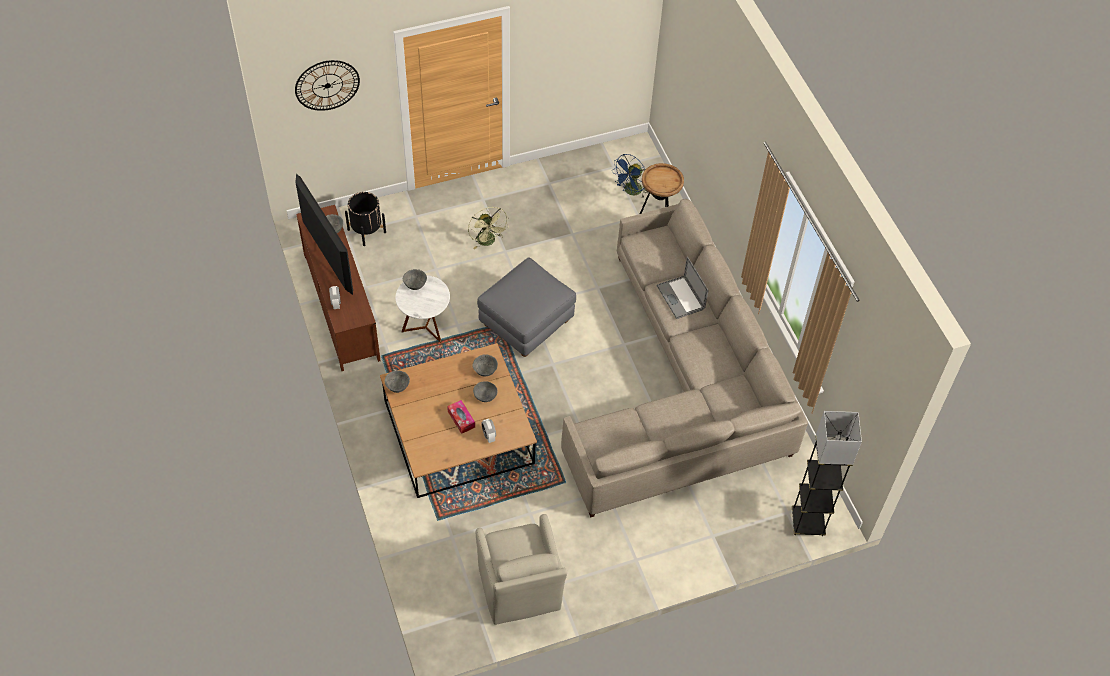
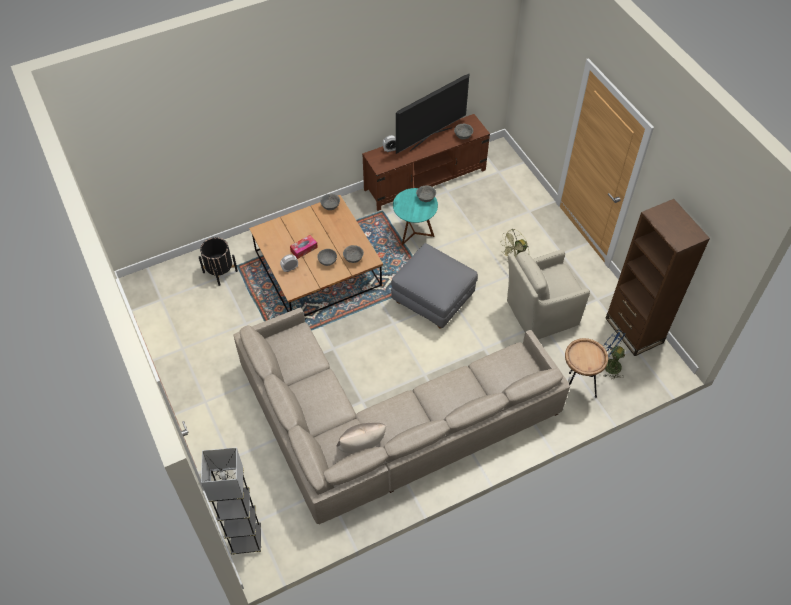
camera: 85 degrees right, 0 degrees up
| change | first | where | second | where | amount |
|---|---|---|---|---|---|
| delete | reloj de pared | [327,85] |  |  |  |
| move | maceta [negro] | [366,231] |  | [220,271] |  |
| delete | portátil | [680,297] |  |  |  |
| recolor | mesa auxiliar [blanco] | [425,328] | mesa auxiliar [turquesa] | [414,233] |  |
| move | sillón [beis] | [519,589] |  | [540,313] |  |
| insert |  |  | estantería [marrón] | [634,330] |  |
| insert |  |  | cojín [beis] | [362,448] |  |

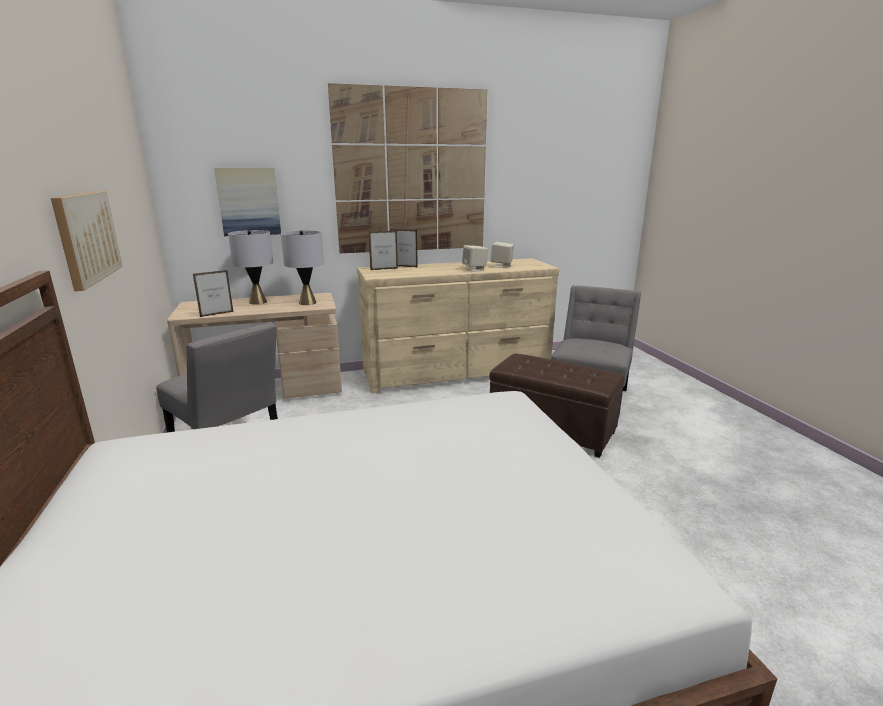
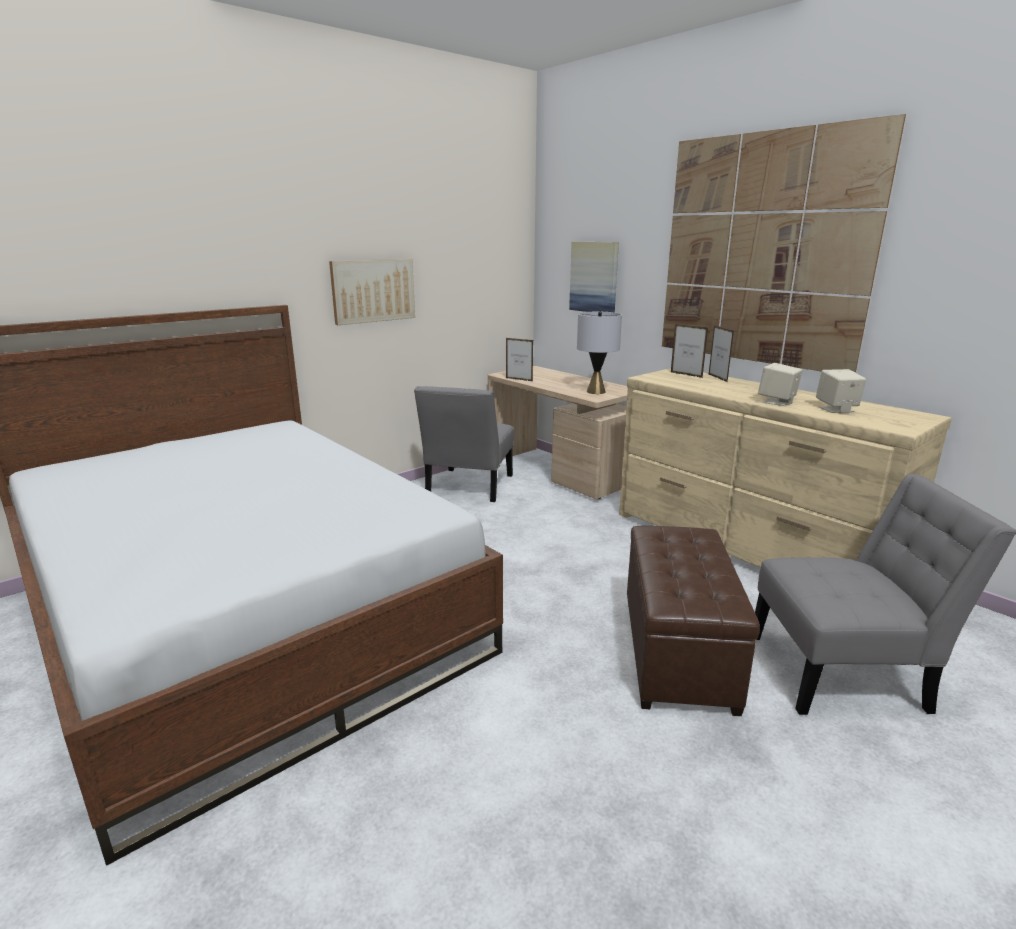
camera: 65 degrees right, 0 degrees up
| change | first | where | second | where | amount |
|---|---|---|---|---|---|
| delete | lámpara de mesa [gris] | [258,302] |  |  |  |

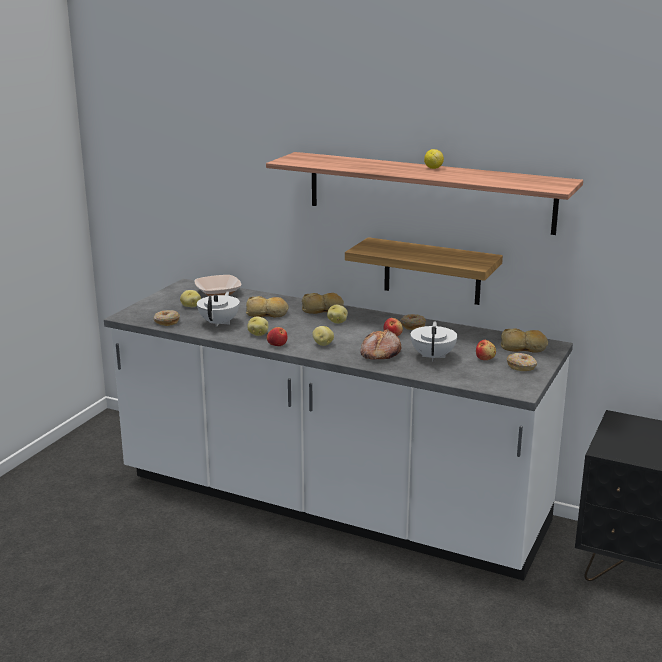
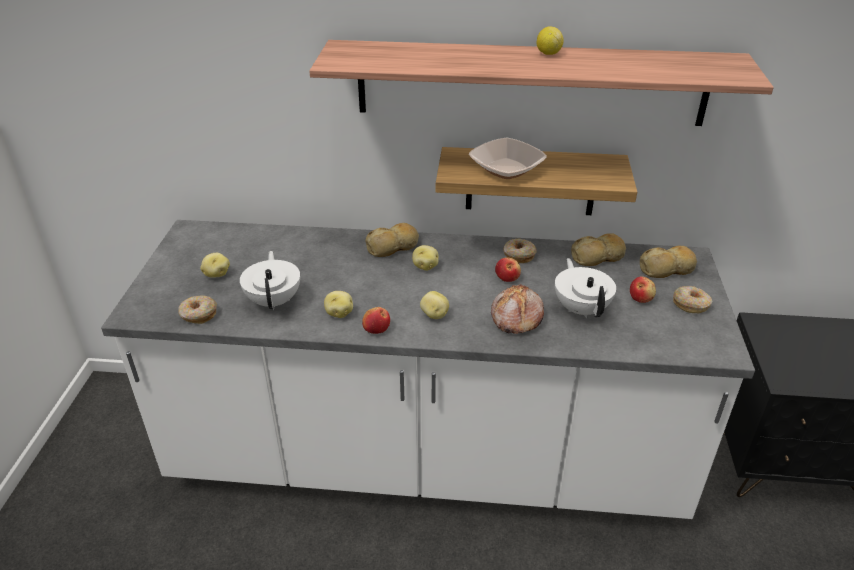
camera: 20 degrees left, 15 degrees up
| change | first | where | second | where | amount |
|---|---|---|---|---|---|
| move | cuenco | [218,292] |  | [506,169] |  |
| move | pan | [267,314] |  | [598,257] |  |

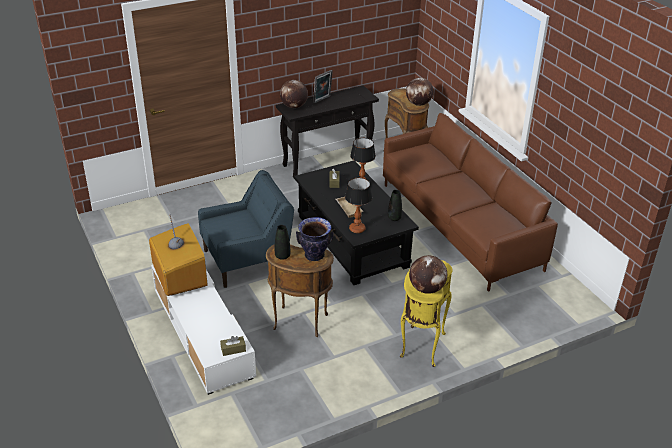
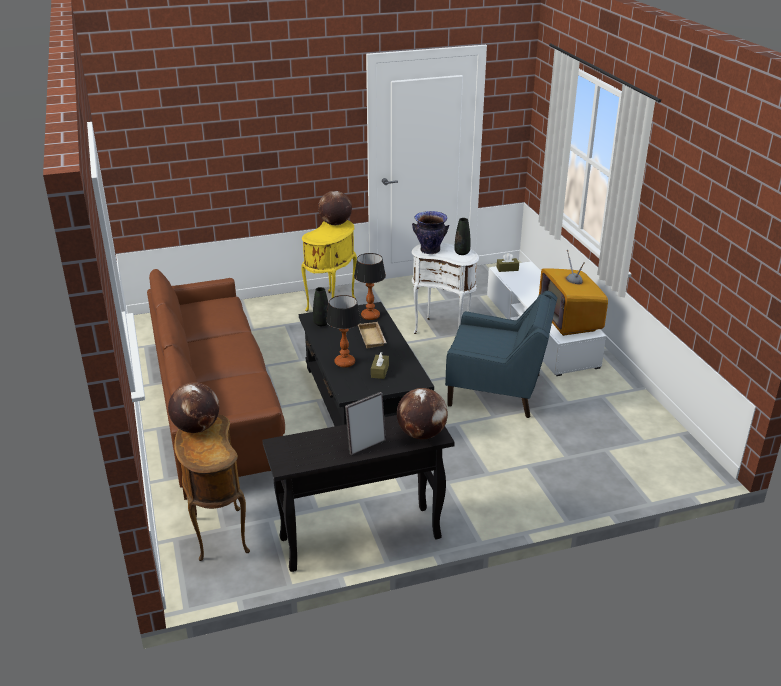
camera: 170 degrees left, 5 degrees down
| change | first | where | second | where | amount |
|---|---|---|---|---|---|
| rotate | sillón [azul] | [248,260] |  | [497,391] | 150 degrees counterclockwise |
| recolor | mesa auxiliar [marrón] | [299,323] | mesa auxiliar [blanco] | [443,329] |  |

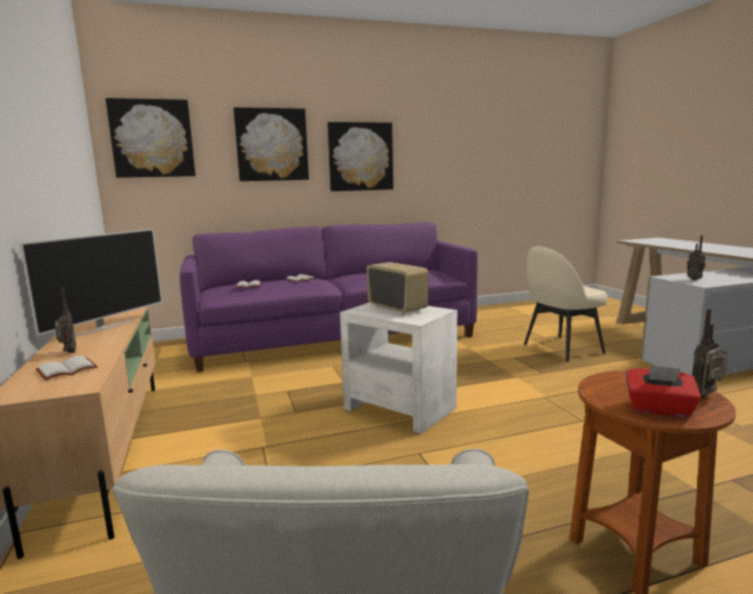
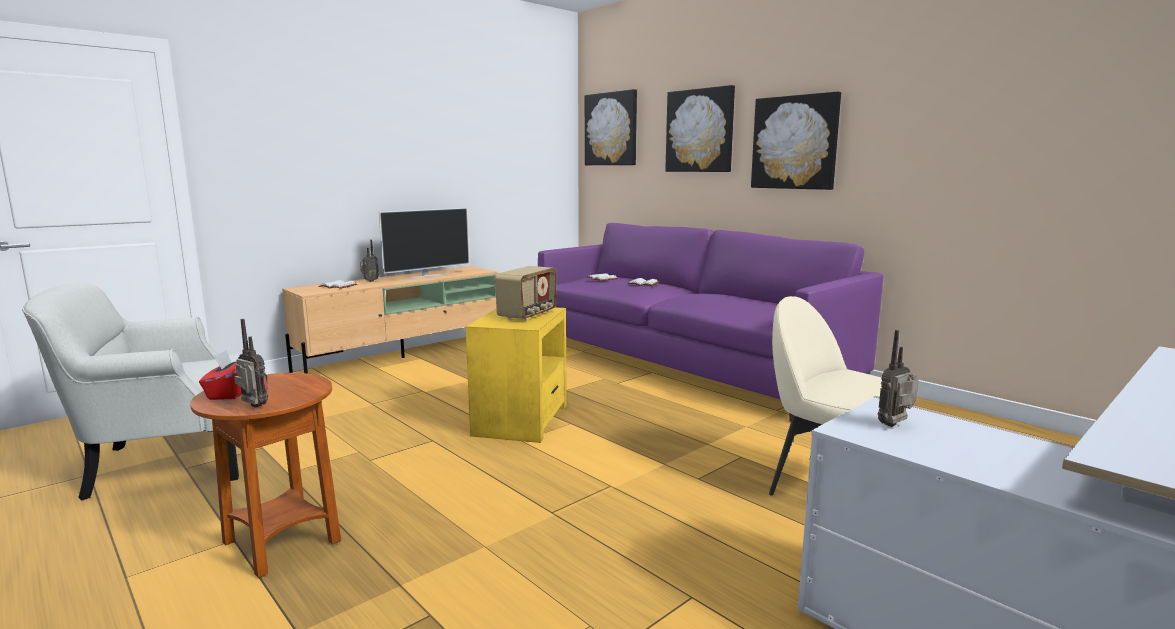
camera: 65 degrees right, 0 degrees up
| change | first | where | second | where | amount |
|---|---|---|---|---|---|
| rotate | televisor | [104,327] |  | [426,276] | 45 degrees counterclockwise |
| recolor | mesa auxiliar [blanco] | [399,408] | mesa auxiliar [amarillo] | [522,420] |  |

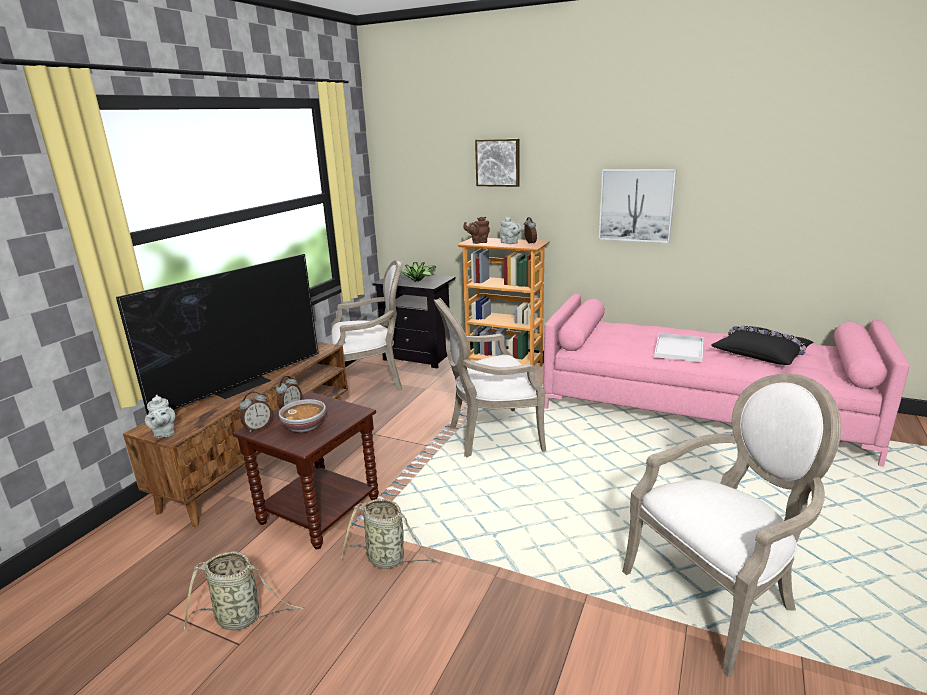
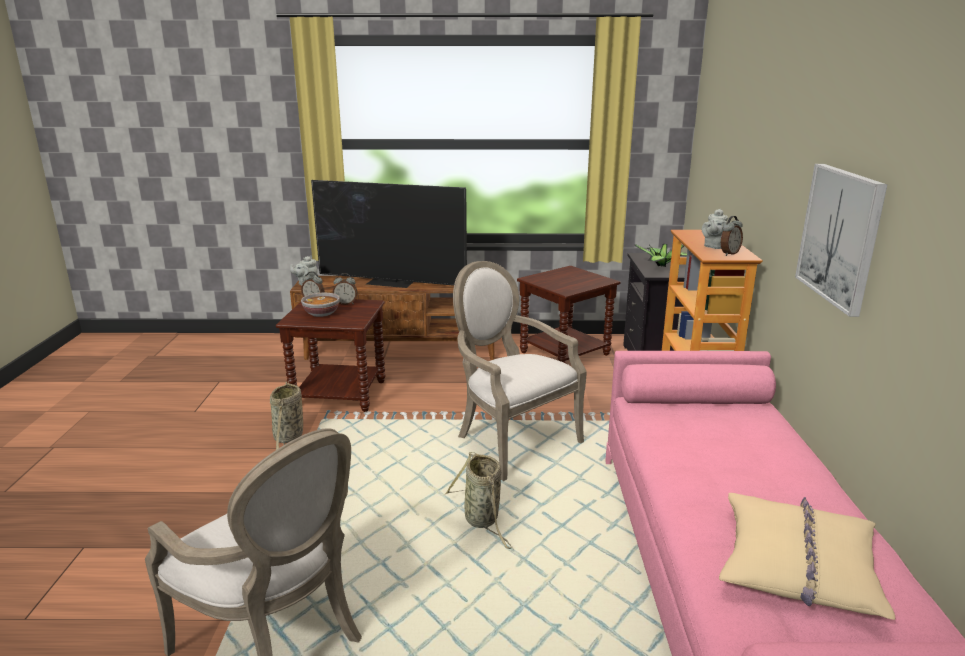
camera: 65 degrees right, 0 degrees up
| change | first | where | second | where | amount |
|---|---|---|---|---|---|
| delete | cuadro | [498,162] |  |  |  |
| delete | tetera [marrón] | [478,242] |  |  |  |
| replace | sillón | [371,383] | mesa auxiliar [marrón] | [565,354] |  |
| recolor | cojín [negro] | [762,353] | cojín [beis] | [798,566] |  |
| delete | bandeja [blanco] | [678,348] |  |  |  |
| move | cesta | [242,618] |  | [482,520] |  |

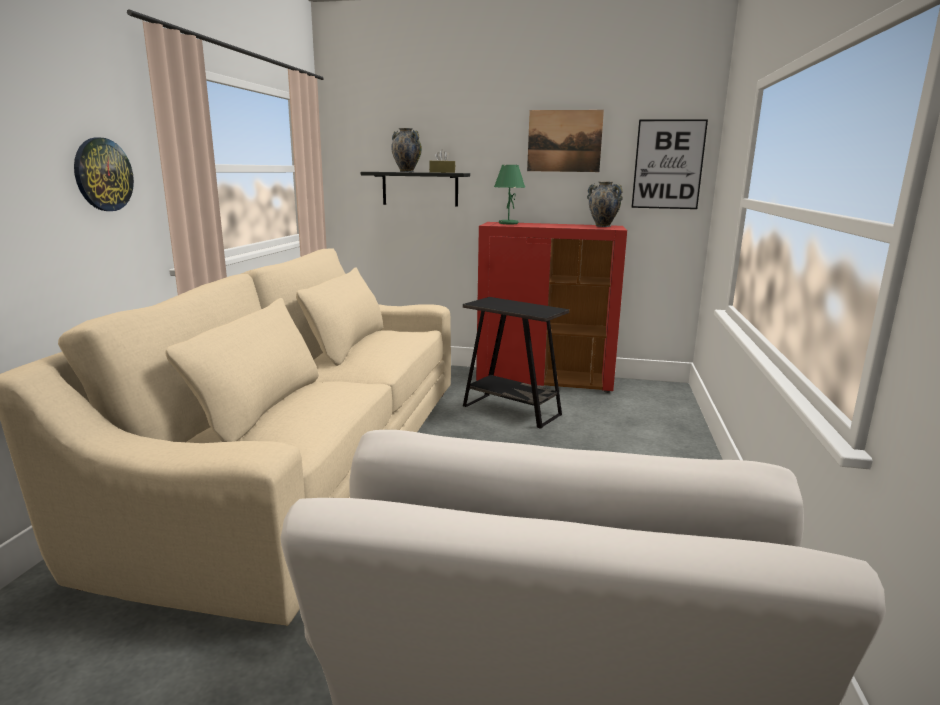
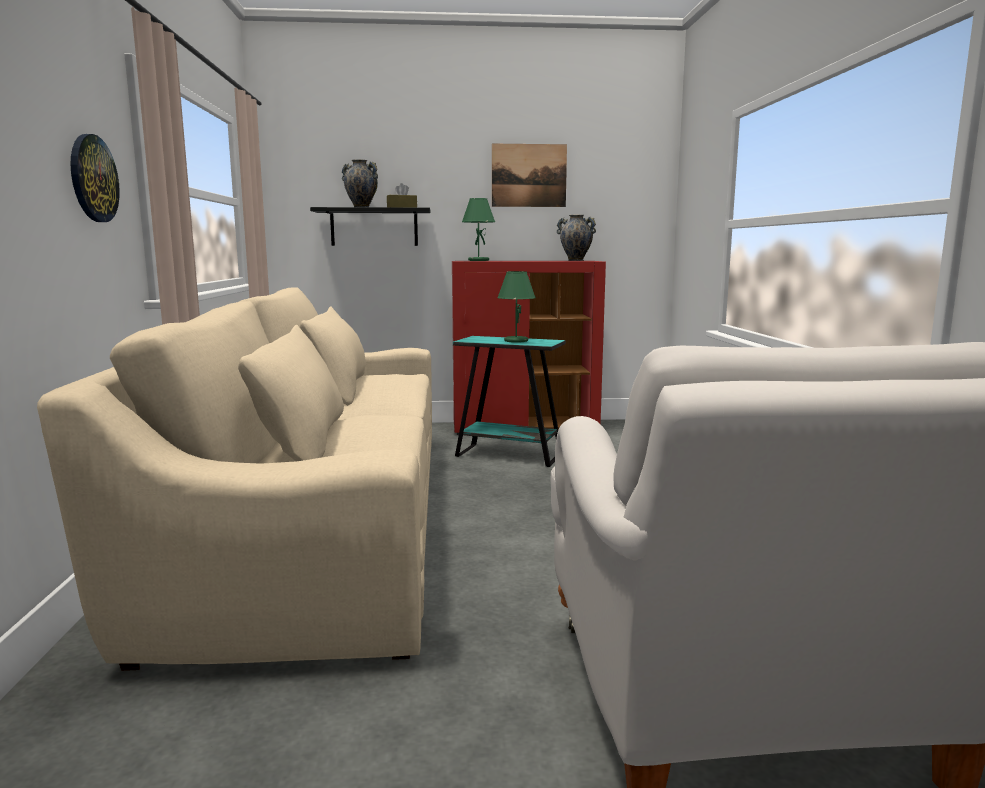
camera: 15 degrees left, 5 degrees down
| change | first | where | second | where | amount |
|---|---|---|---|---|---|
| delete | cuadro | [668,164] |  |  |  |
| recolor | mesa auxiliar [negro] | [511,410] | mesa auxiliar [turquesa] | [509,455] |  |
| insert |  |  | lámpara de mesa [verde] | [515,341] |  |

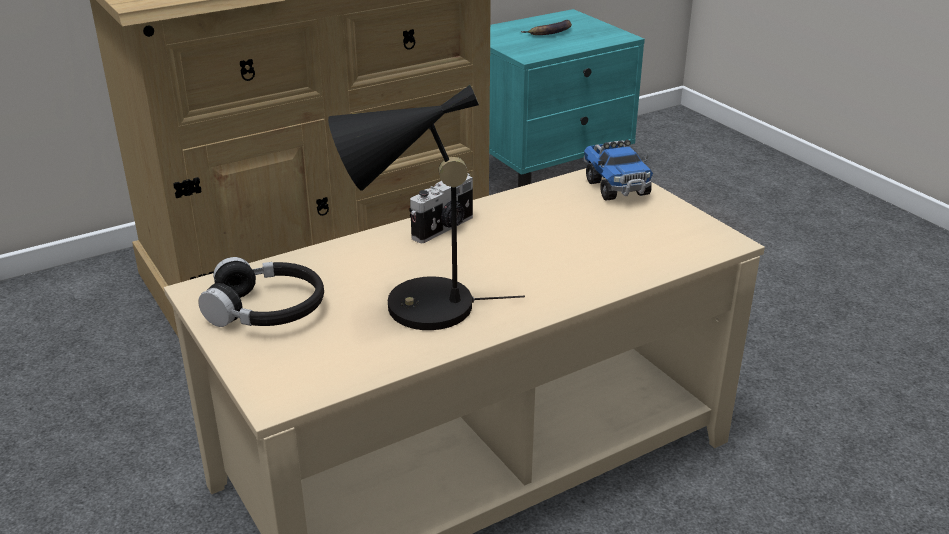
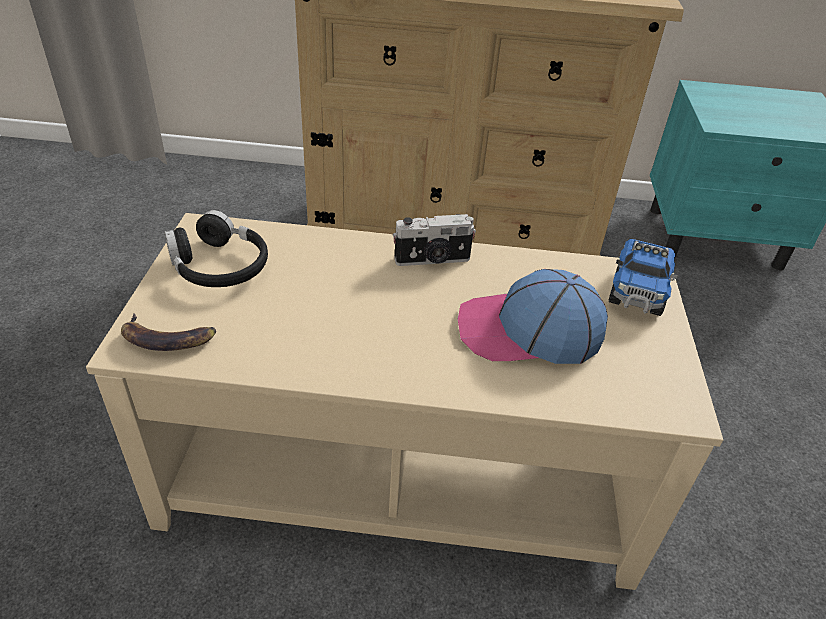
camera: 35 degrees right, 10 degrees up
| change | first | where | second | where | amount |
|---|---|---|---|---|---|
| move | plátano | [550,32] |  | [167,338] |  |
| delete | lámpara de mesa [negro] | [416,309] |  |  |  |
| insert |  |  | gorra | [528,331] |  |

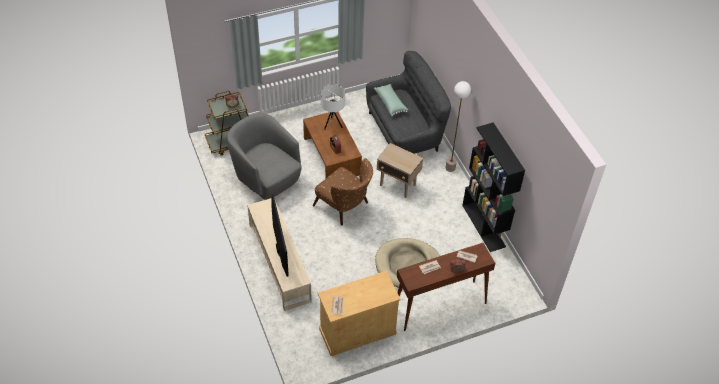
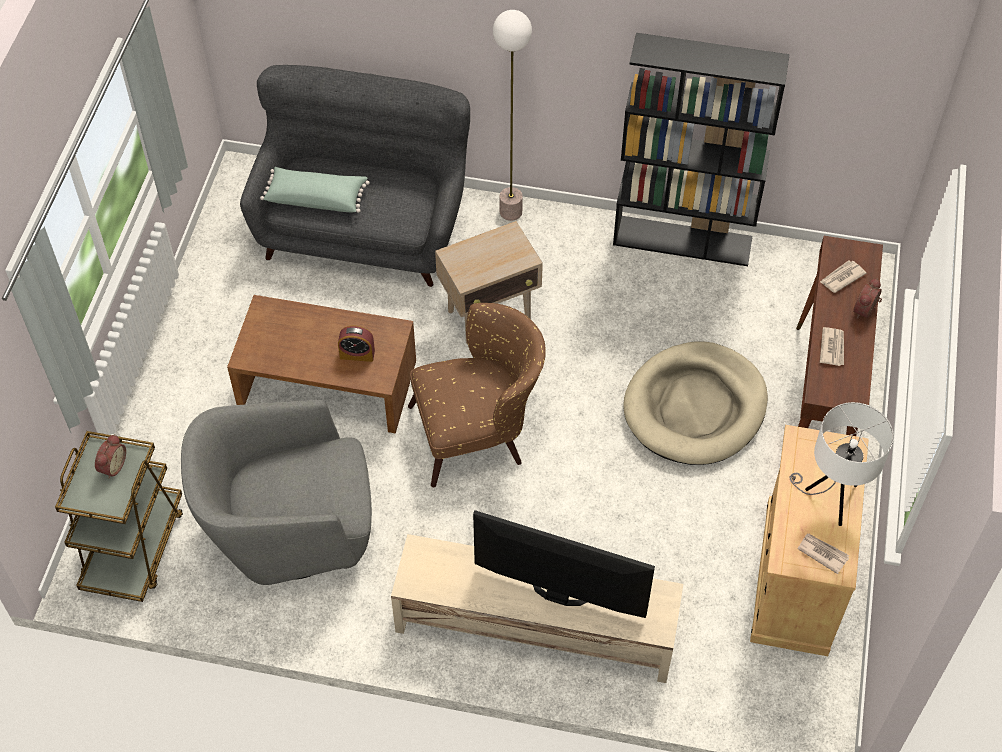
camera: 55 degrees left, 5 degrees up
| change | first | where | second | where | amount |
|---|---|---|---|---|---|
| move | lámpara de mesa [blanco] | [332,124] |  | [830,498] |  |

